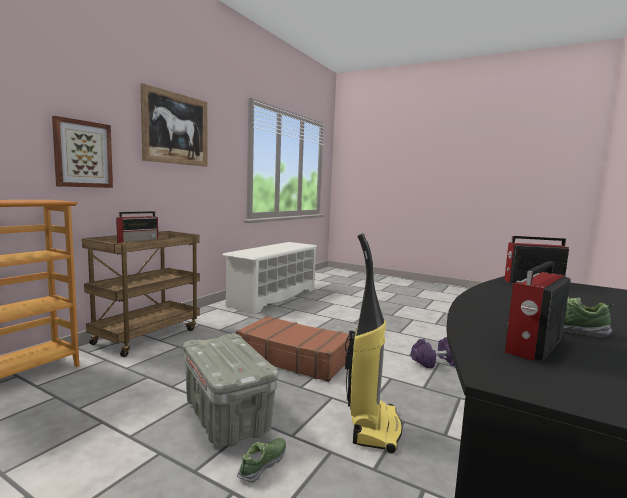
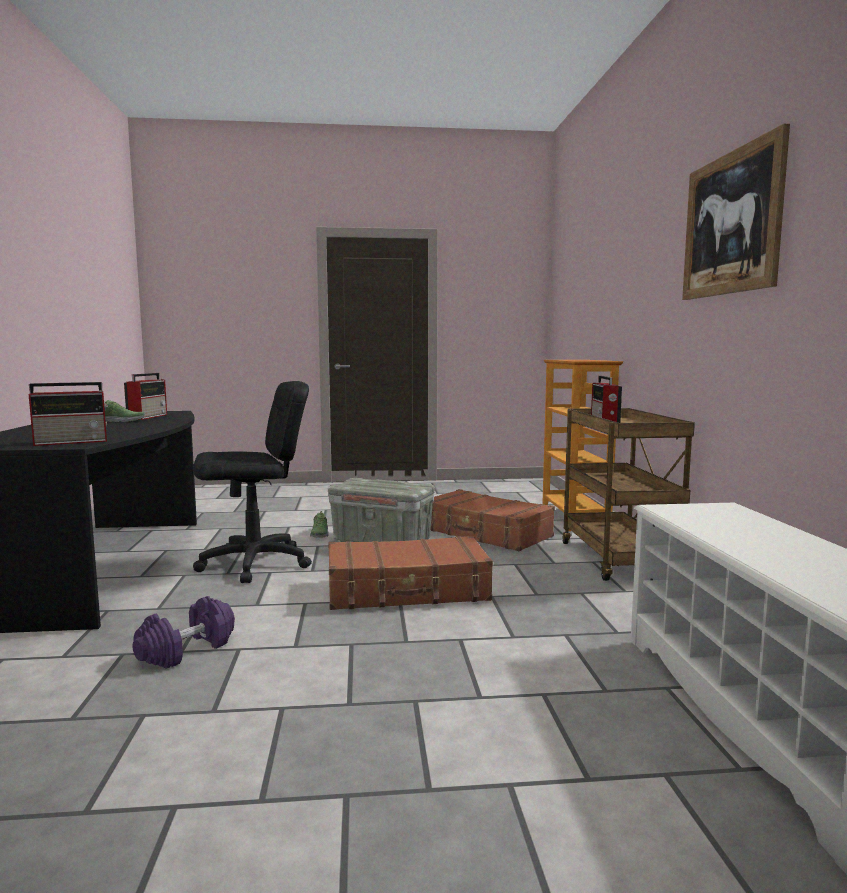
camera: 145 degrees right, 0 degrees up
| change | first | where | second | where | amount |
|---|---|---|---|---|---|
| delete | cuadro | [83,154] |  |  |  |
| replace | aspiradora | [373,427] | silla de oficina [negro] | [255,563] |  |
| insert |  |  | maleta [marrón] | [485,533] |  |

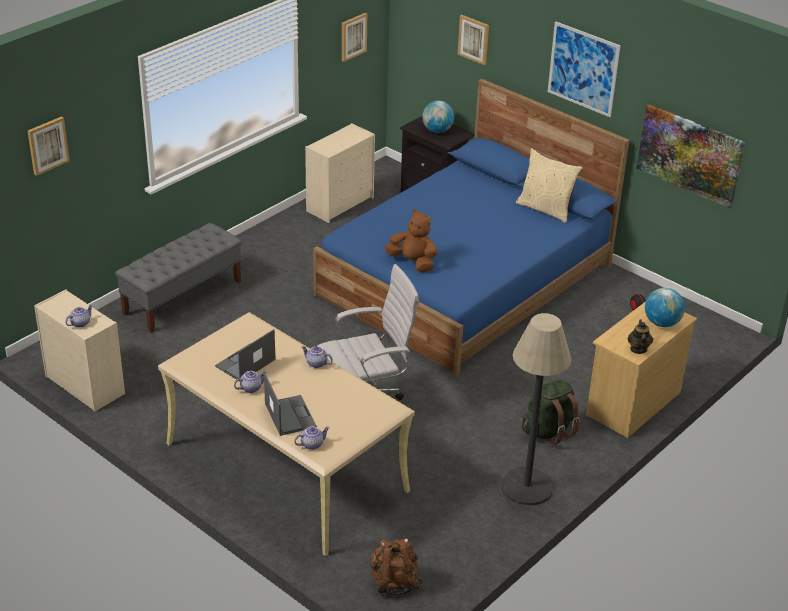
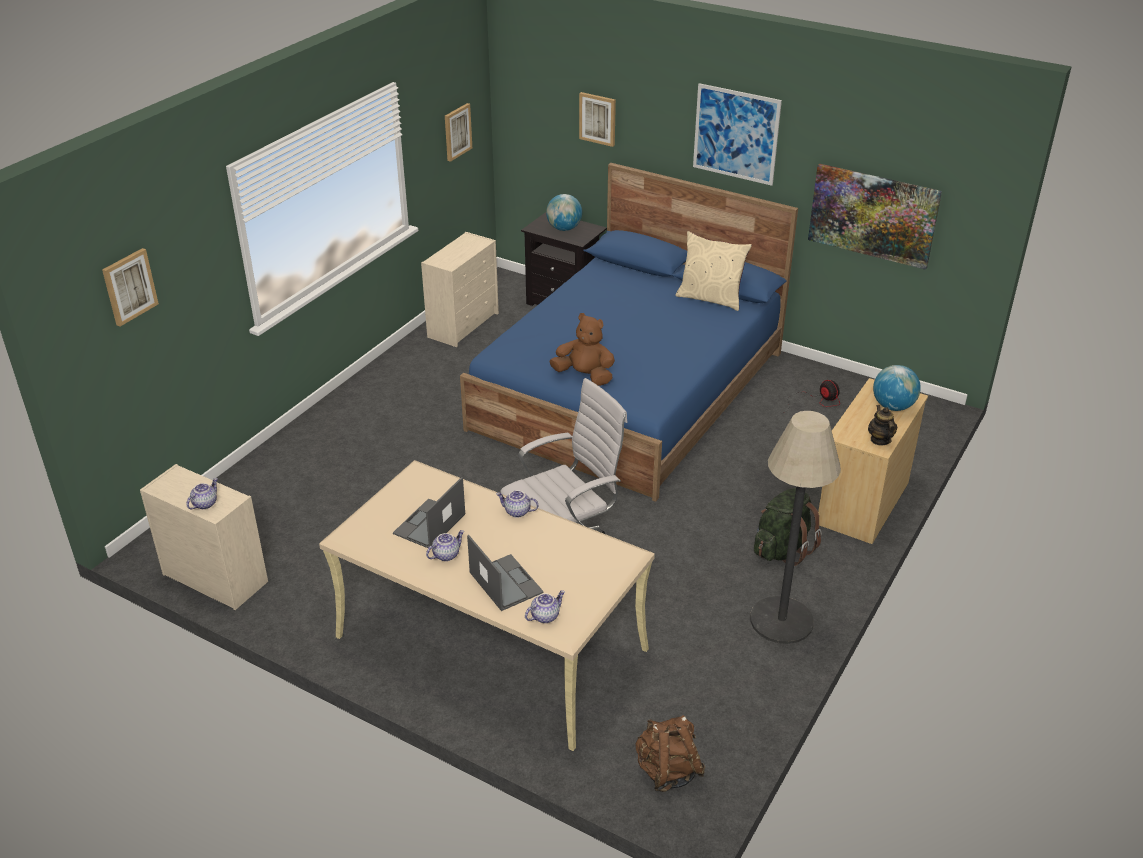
camera: 10 degrees left, 0 degrees up
| change | first | where | second | where | amount |
|---|---|---|---|---|---|
| delete | banco [gris] | [183,297] |  |  |  |

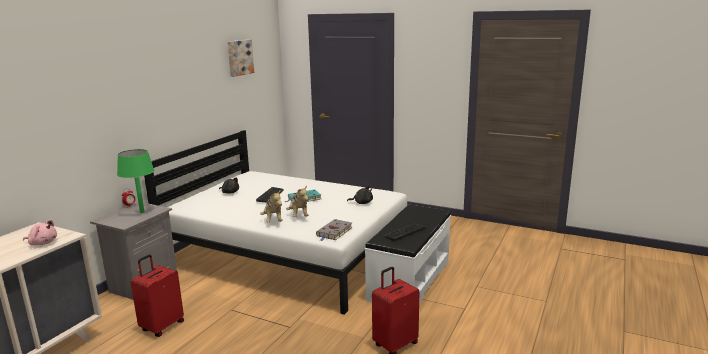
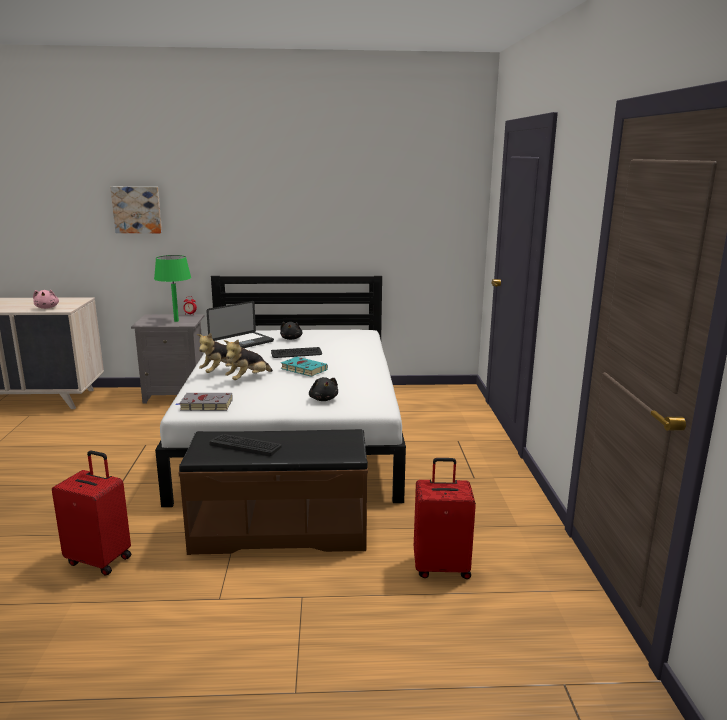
camera: 60 degrees right, 0 degrees up
| change | first | where | second | where | amount |
|---|---|---|---|---|---|
| move | cuadro | [239,57] |  | [137,209] |  |
| recolor | banco [blanco] | [409,280] | banco [marrón] | [280,530] |  |
| move | maleta [rojo] | [162,326] |  | [441,567] |  |
| insert |  |  | portátil | [241,343] |  |

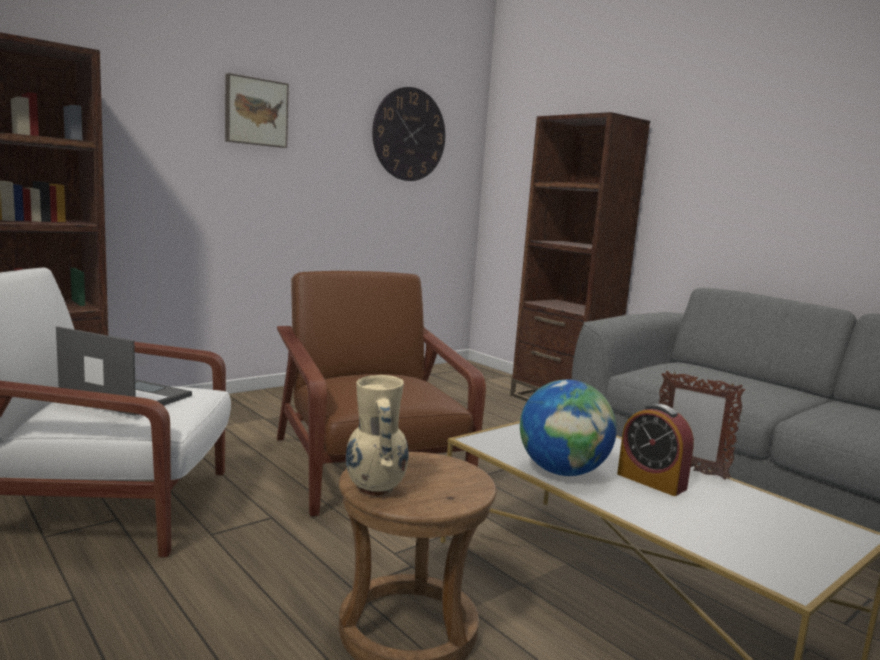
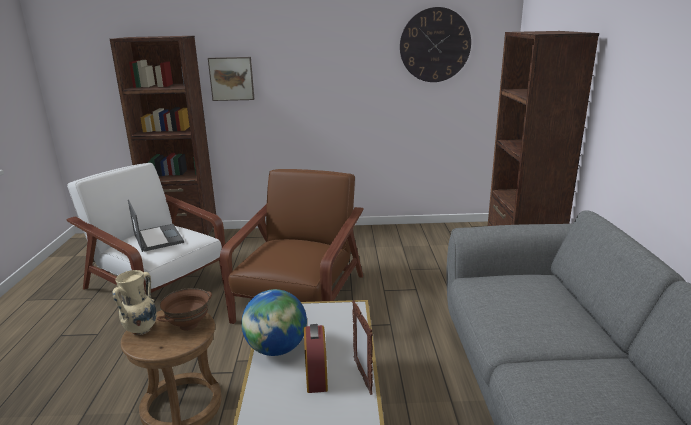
camera: 40 degrees right, 10 degrees up
| change | first | where | second | where | amount |
|---|---|---|---|---|---|
| move | cuadro | [255,112] |  | [232,78] |  |
| insert |  |  | cuenco [marrón] | [188,325] |  |

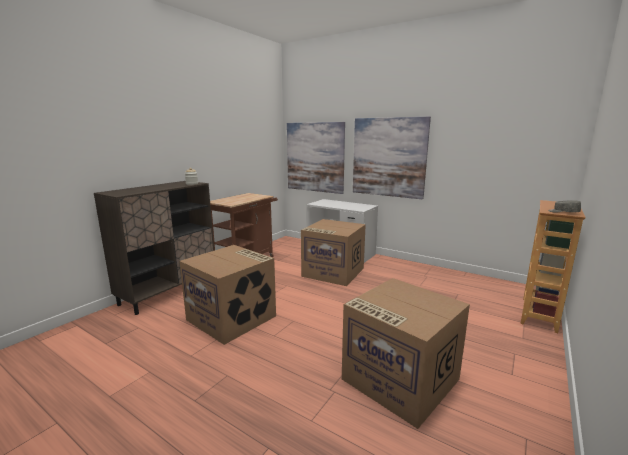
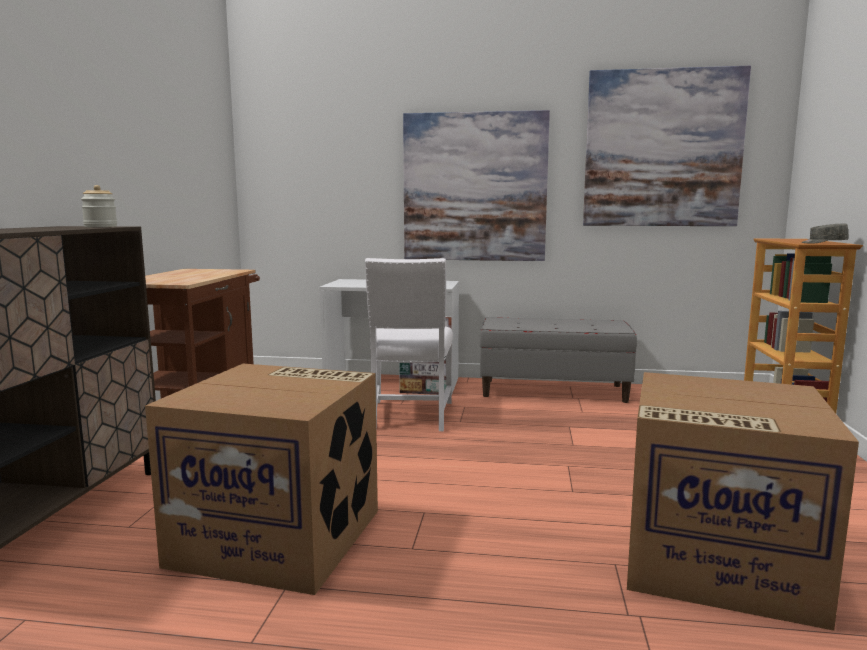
camera: 25 degrees left, 5 degrees down
| change | first | where | second | where | amount |
|---|---|---|---|---|---|
| move | cuadro | [315,157] |  | [662,149] |  |
| replace | caja de cartón | [332,272] | silla [blanco] | [410,416] |  |
| insert |  |  | banco [gris] | [553,390] |  |

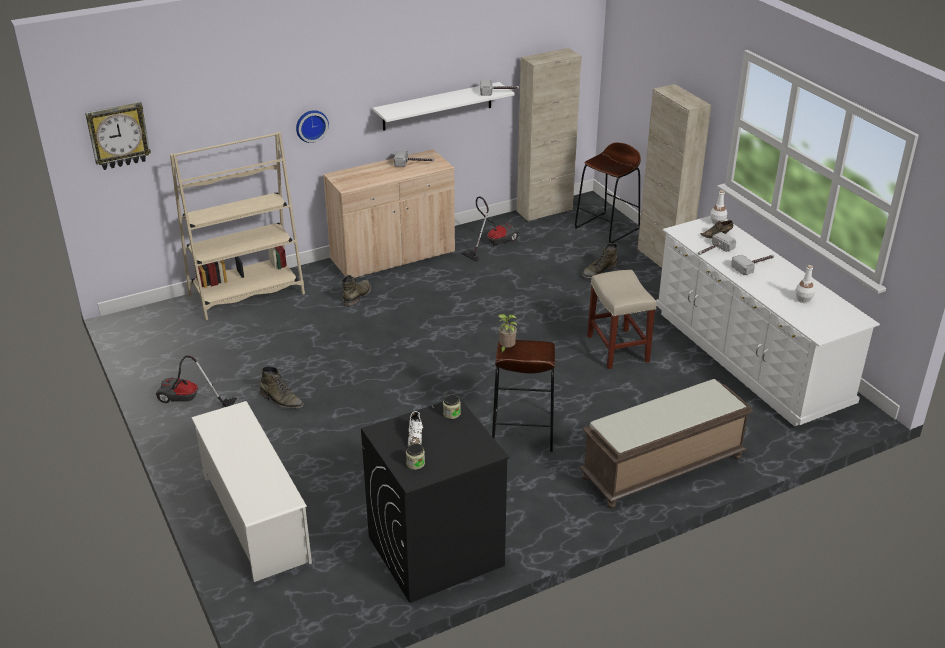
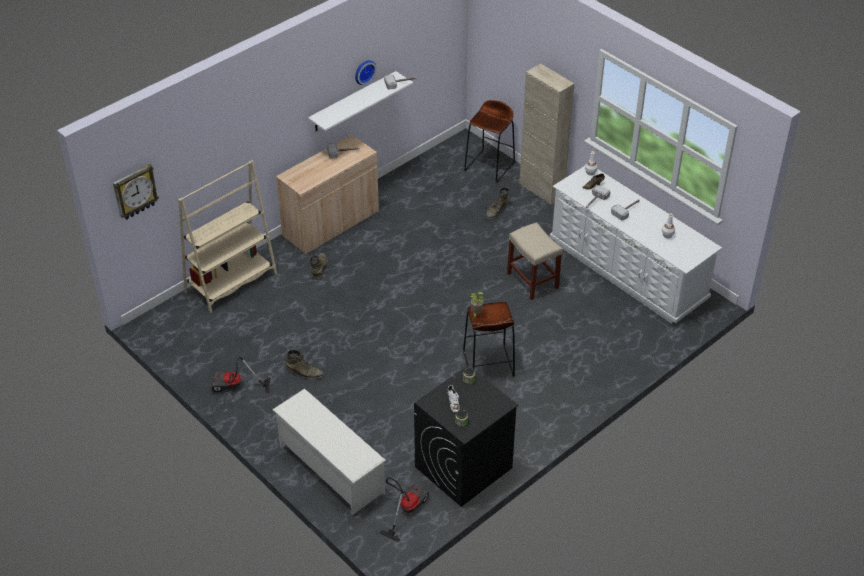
camera: 15 degrees left, 10 degrees up
| change | first | where | second | where | amount |
|---|---|---|---|---|---|
| delete | armario [beis] | [544,210] |  |  |  |
| move | reloj de pared | [311,125] |  | [364,71] |  |
| move | aspiradora | [493,243] |  | [406,509] |  |
| delete | banco [marrón] | [662,468] |  |  |  |

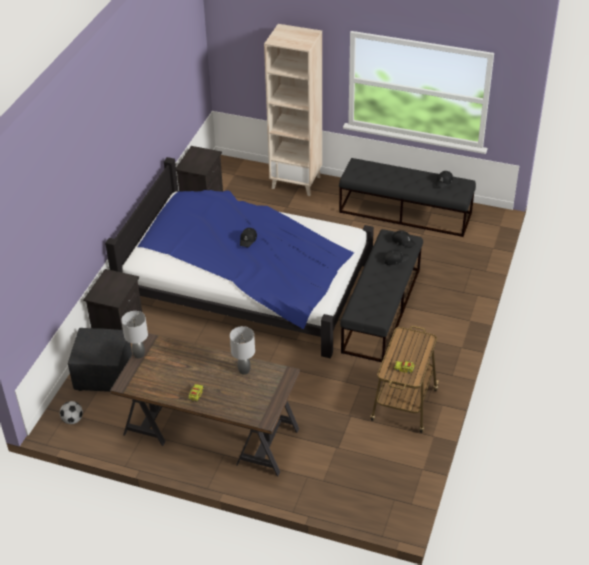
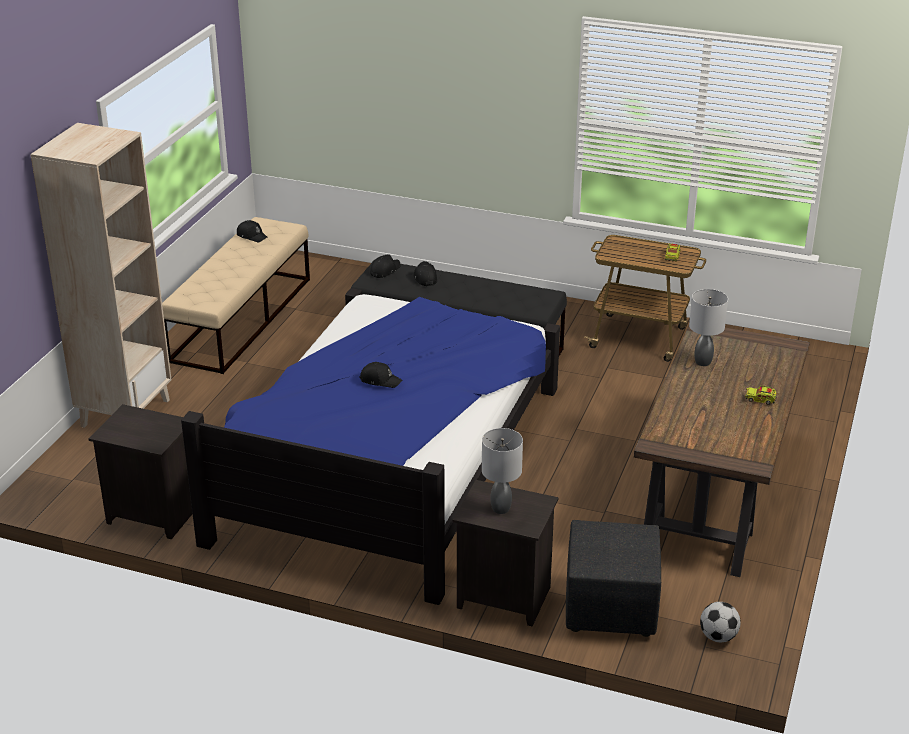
camera: 90 degrees left, 10 degrees down
| change | first | where | second | where | amount |
|---|---|---|---|---|---|
| recolor | banco [negro] | [405,213] | banco [beis] | [242,319] |  |
| move | lámpara de mesa [gris] | [138,354] |  | [500,509] |  |

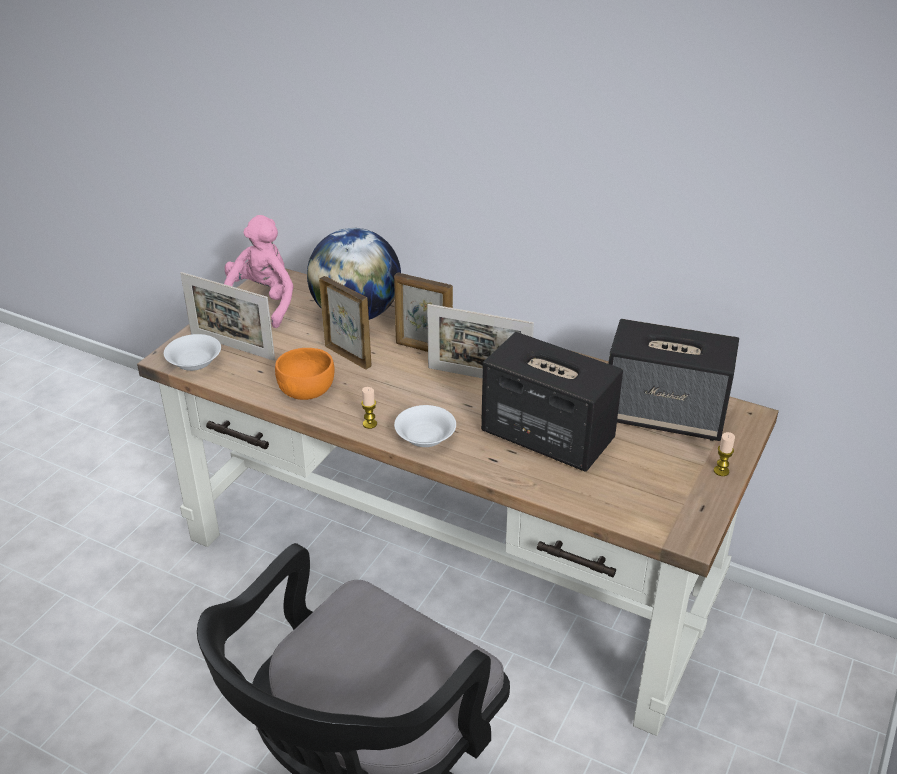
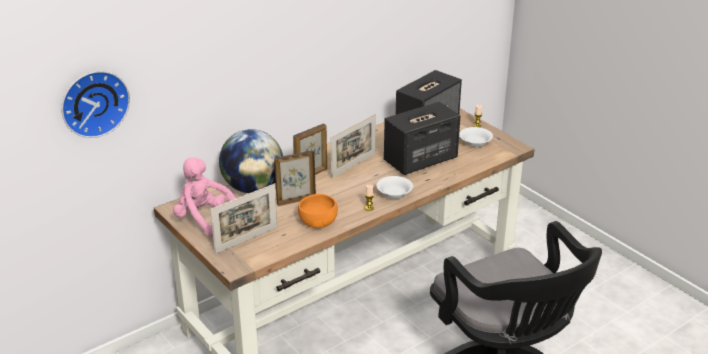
camera: 65 degrees left, 5 degrees down
| change | first | where | second | where | amount |
|---|---|---|---|---|---|
| move | cuenco [blanco] | [194,363] |  | [475,143] |  |
| insert |  |  | reloj de pared | [93,102] |  |

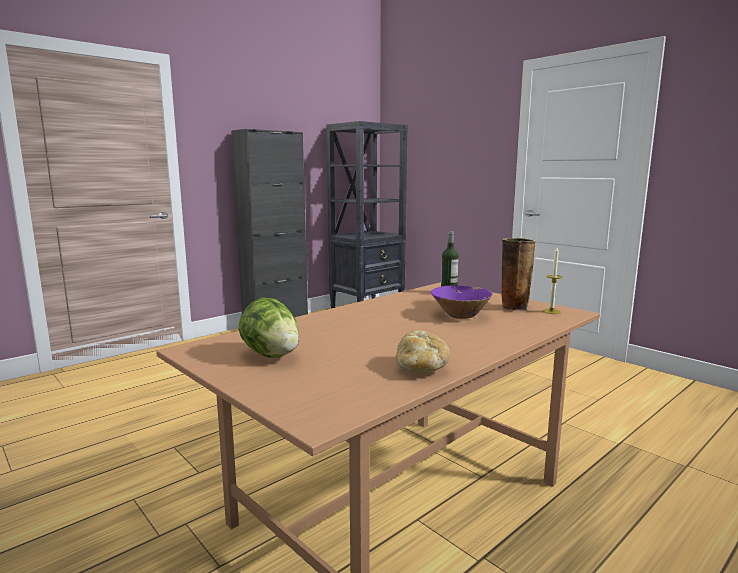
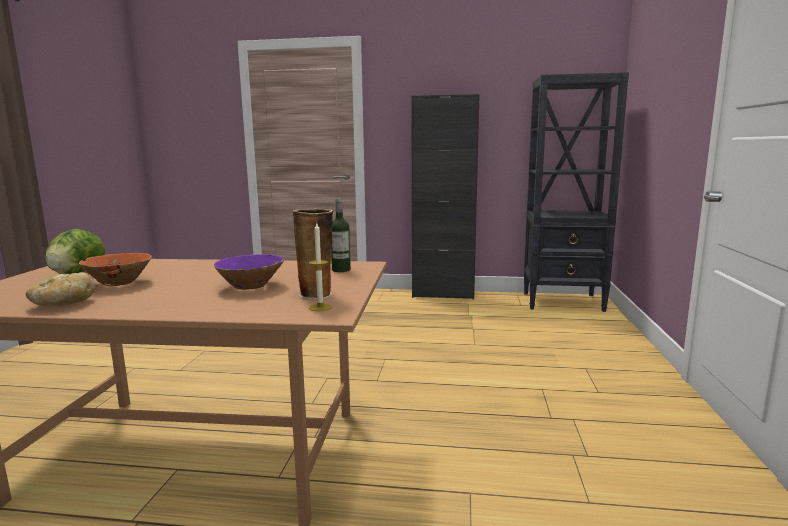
camera: 50 degrees right, 0 degrees up
| change | first | where | second | where | amount |
|---|---|---|---|---|---|
| insert |  |  | cuenco [naranja] | [119,283] |  |

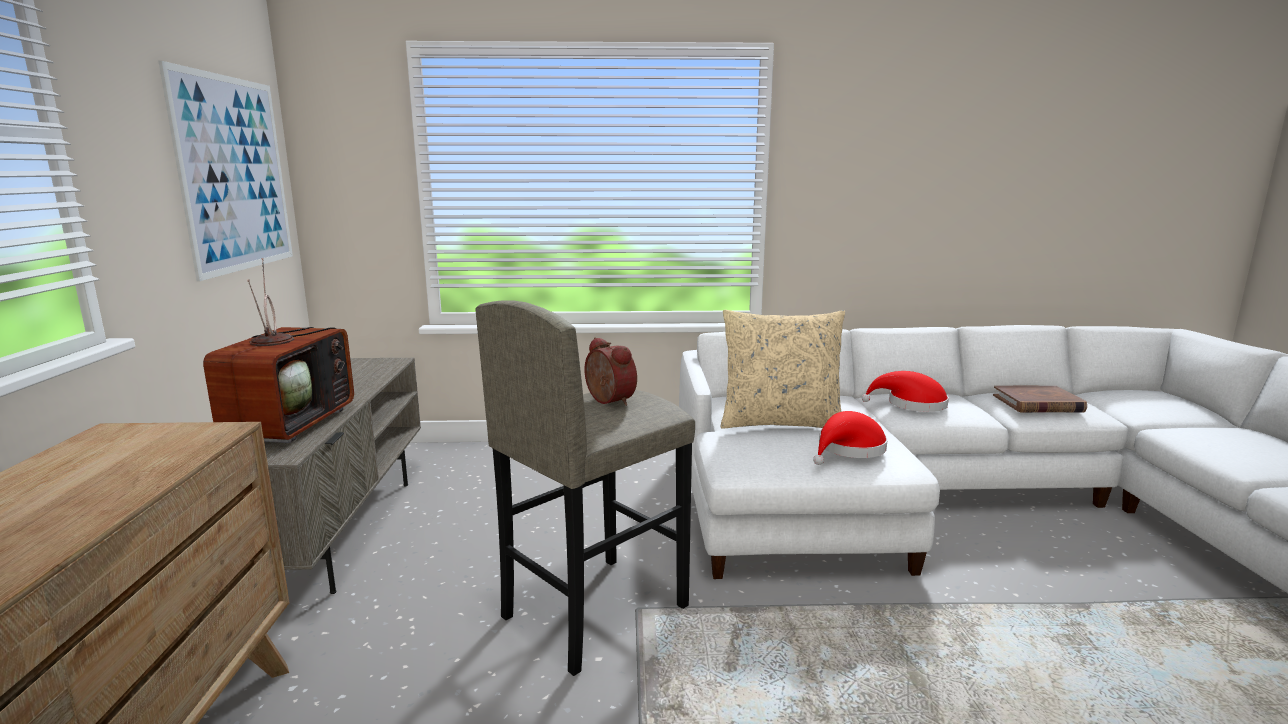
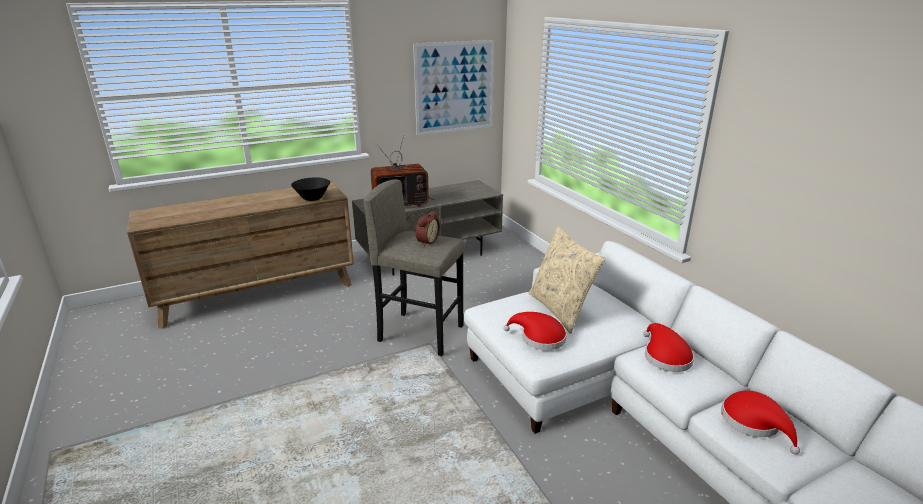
camera: 65 degrees right, 10 degrees up
| change | first | where | second | where | amount |
|---|---|---|---|---|---|
| replace | libro [marrón] | [1038,403] | sombrero [rojo] | [754,423] |  |
| insert |  |  | cuenco [negro] | [312,198] |  |

